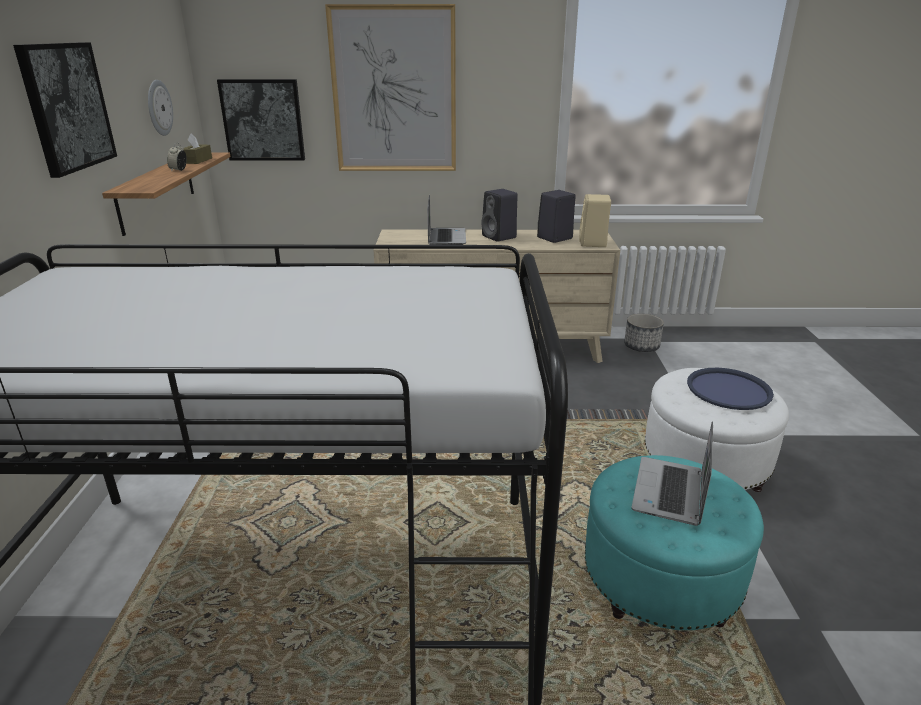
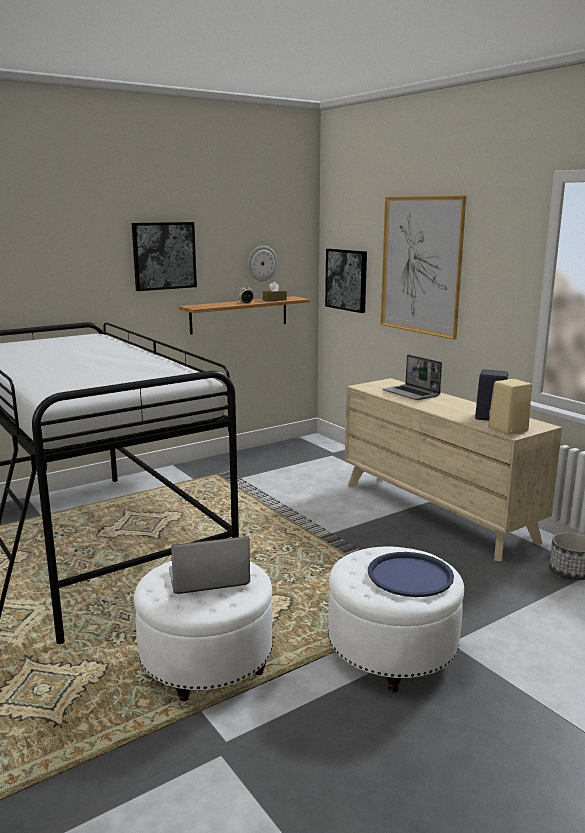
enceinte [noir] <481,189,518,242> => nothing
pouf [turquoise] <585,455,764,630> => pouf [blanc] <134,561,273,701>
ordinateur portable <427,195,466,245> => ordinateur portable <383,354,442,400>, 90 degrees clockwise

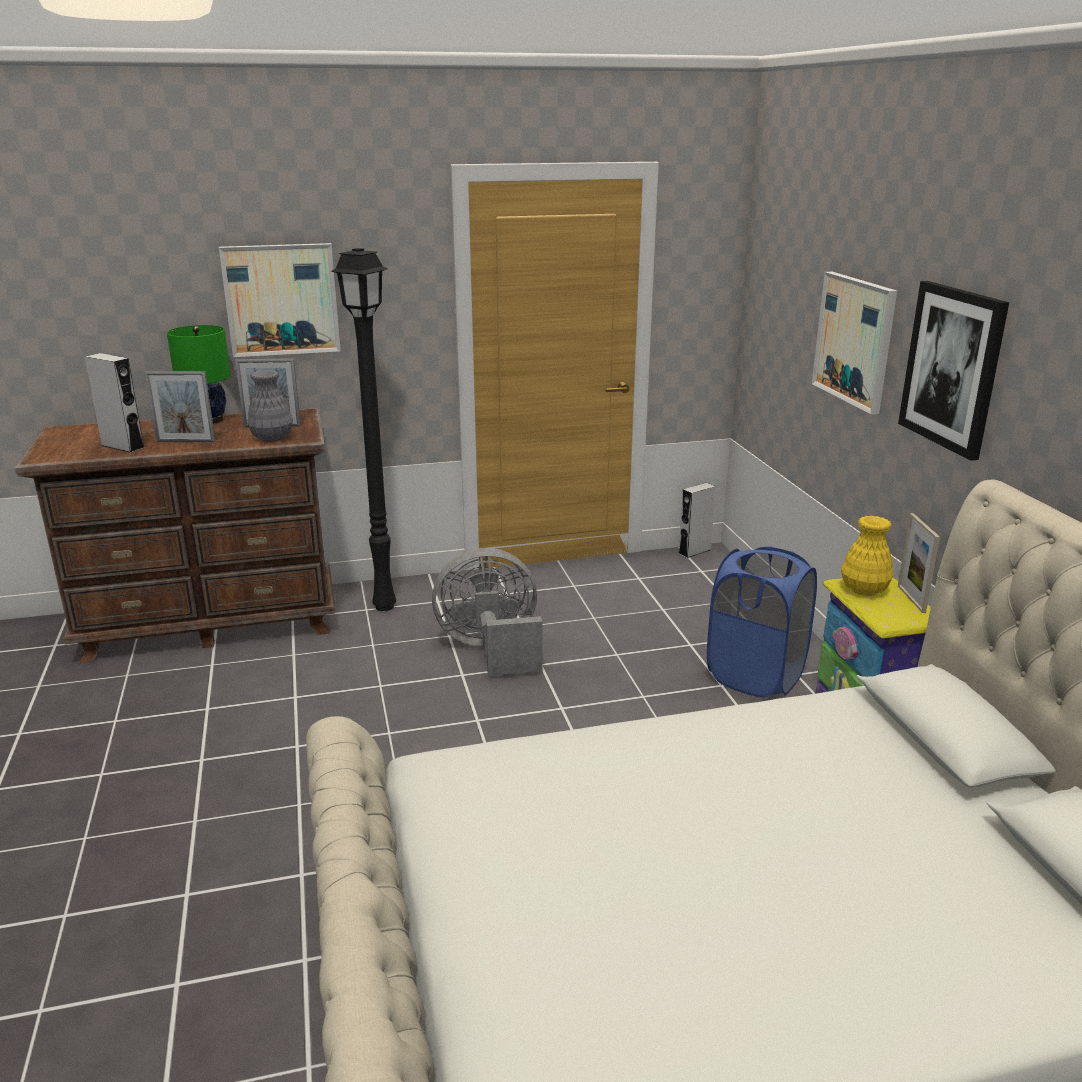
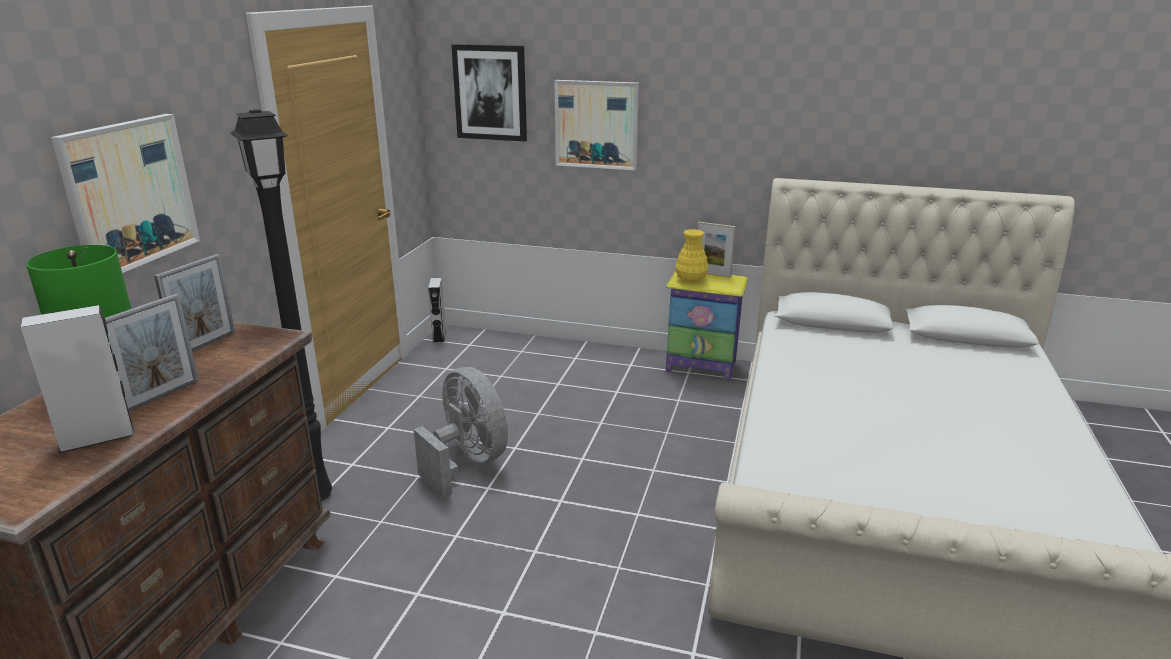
vase [gris] <247,370,293,442> => nothing
panier à linge [bleu] <707,546,817,698> => nothing
tableau <898,281,1009,461> => tableau <451,44,527,141>, shifted
ventilateur [gris] <432,548,542,676> => ventilateur [gris] <413,367,508,498>, 120 degrees clockwise

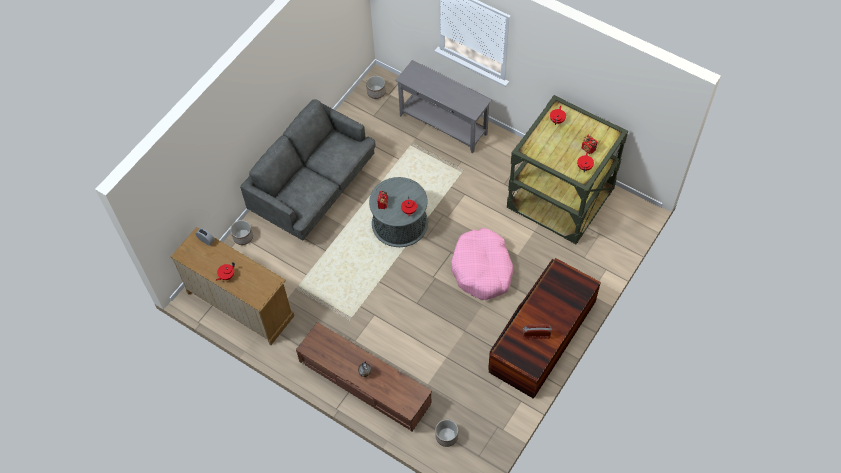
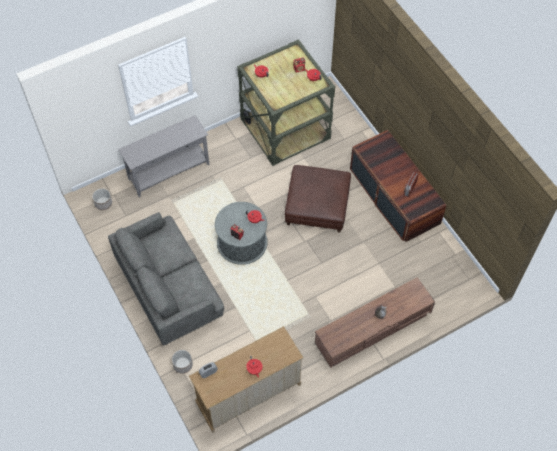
cache-pot <435,419,458,447> => nothing
panier pour chien [rose] <451,228,514,300> => pouf [marron] <285,165,351,232>

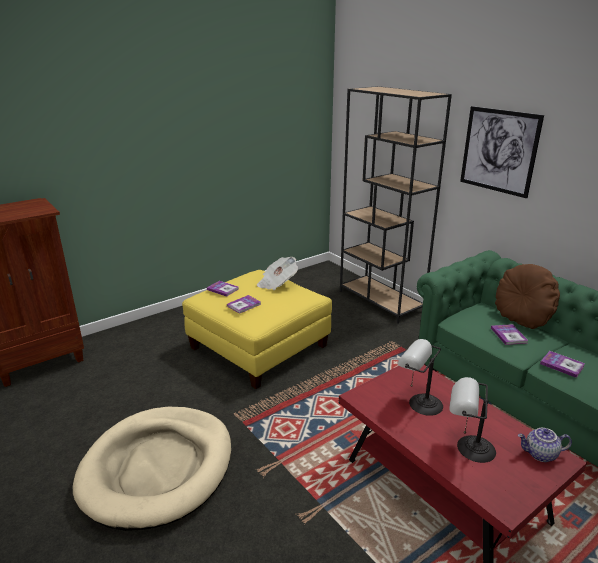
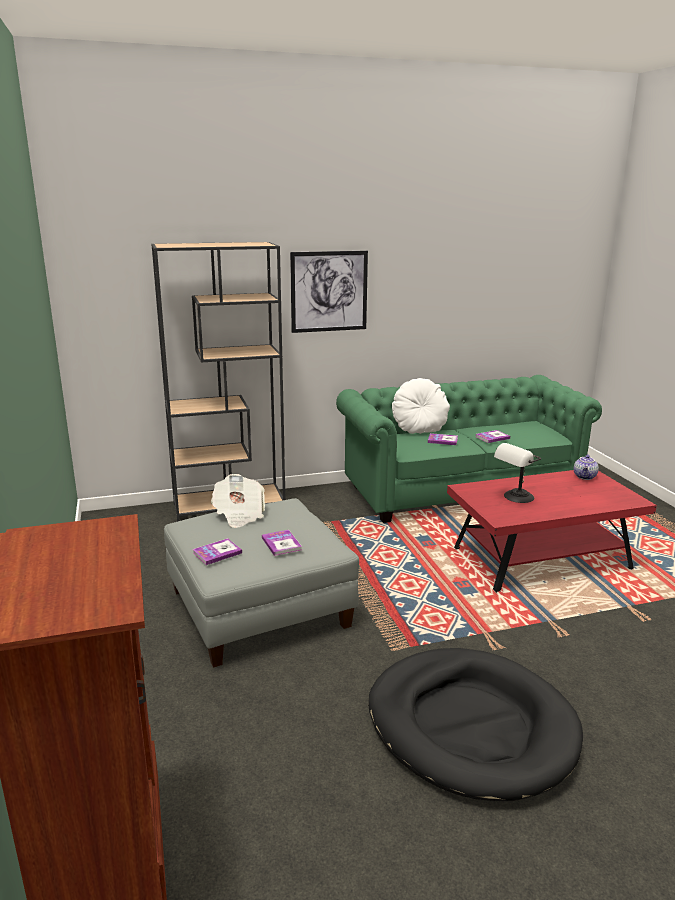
lampe de table <449,377,496,463> => nothing
panier pour chien [beige] <73,407,231,531> => panier pour chien [noir] <368,648,583,801>
pouf [jaune] <182,270,332,389> => pouf [gris] <164,498,359,668>
coussin [marron] <495,264,560,329> => coussin [blanc] <392,378,450,434>

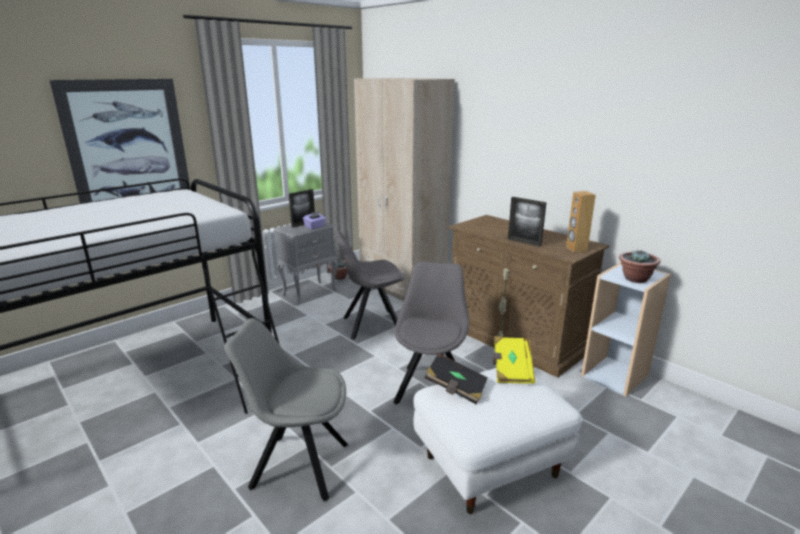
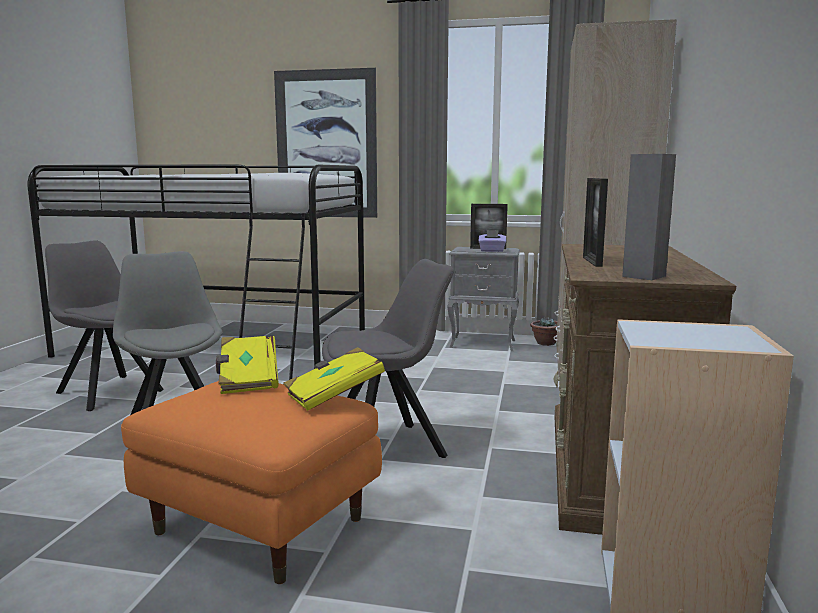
plante en pot <619,250,661,283> => nothing
chaise [gris] <334,230,404,340> => chaise [gris] <45,240,163,411>, shifted
pouf [blanc] <413,368,582,514> => pouf [orange] <121,381,382,584>
livre [noir] <425,353,488,405> => livre [jaune] <216,336,279,394>
enceinte [marron] <566,191,596,252> => enceinte [gris] <622,154,676,280>

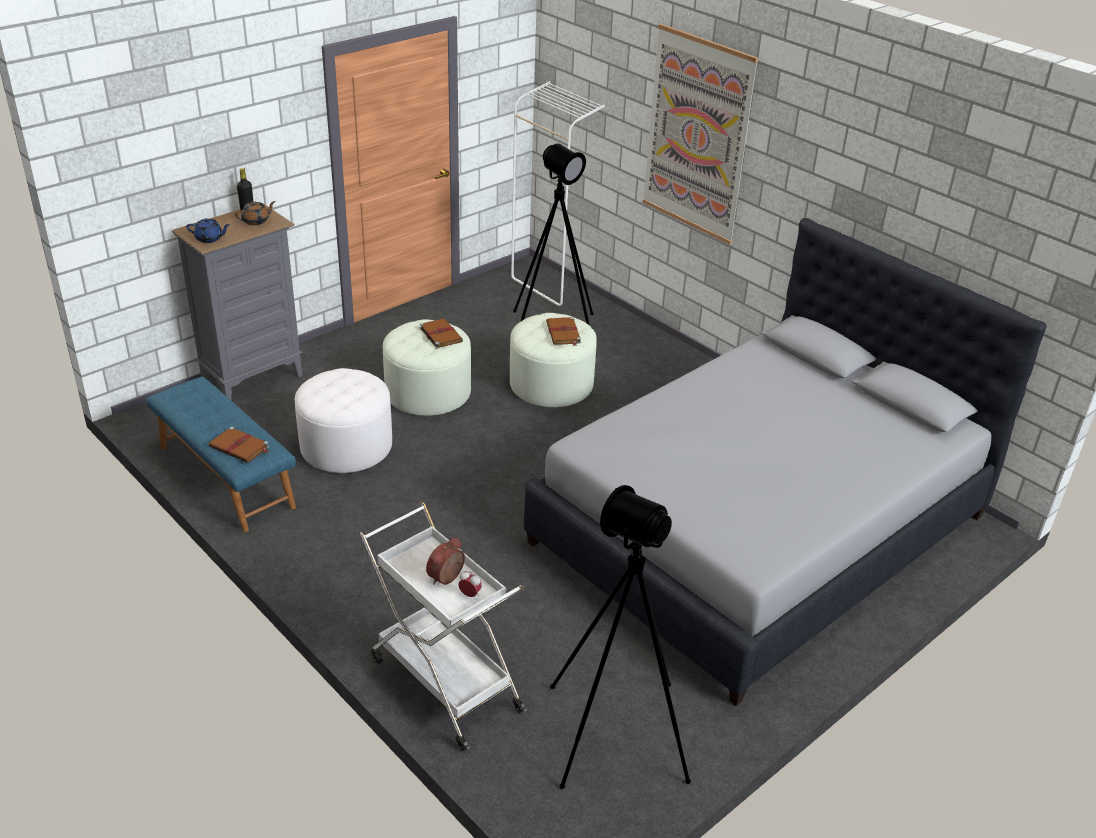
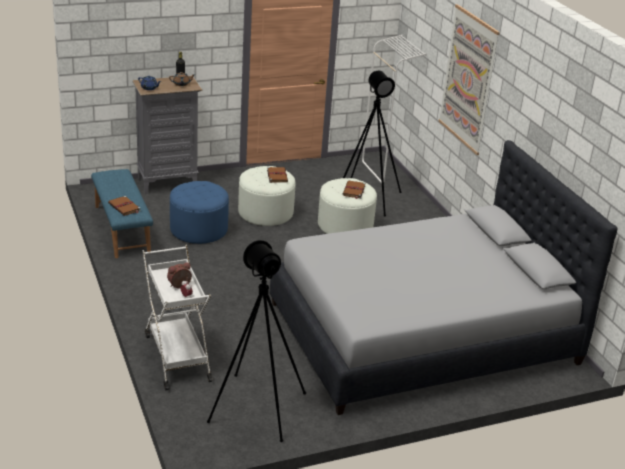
pouf [blanc] <295,368,392,473> => pouf [bleu] <170,181,229,244>

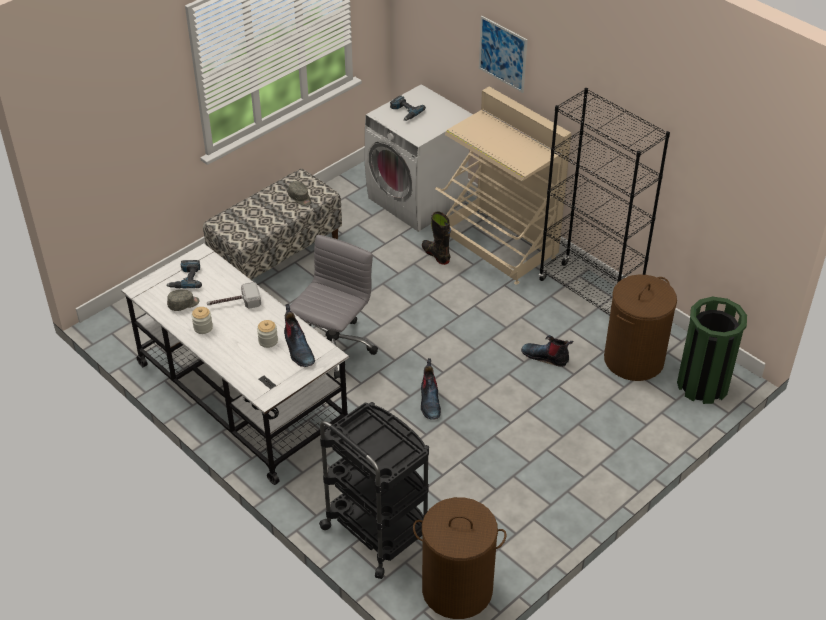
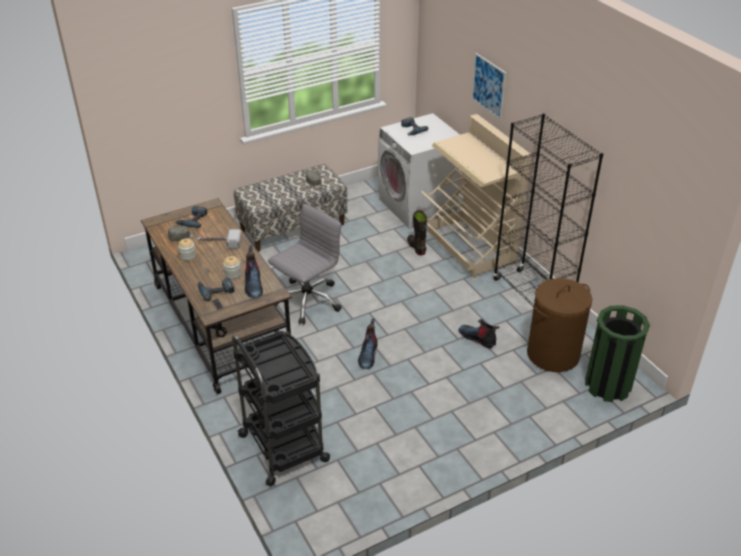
panier à linge [marron] <413,497,506,619> => nothing
nothing => perceuse <198,278,235,301>
bureau [blanc] <121,243,349,485> => bureau [marron] <141,198,292,394>

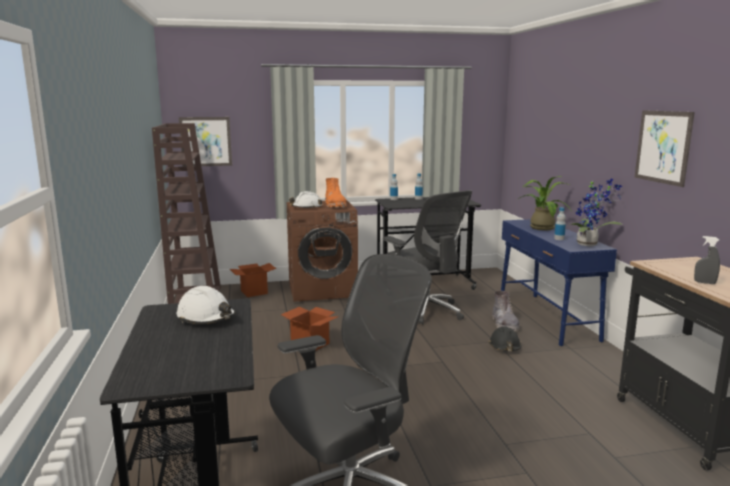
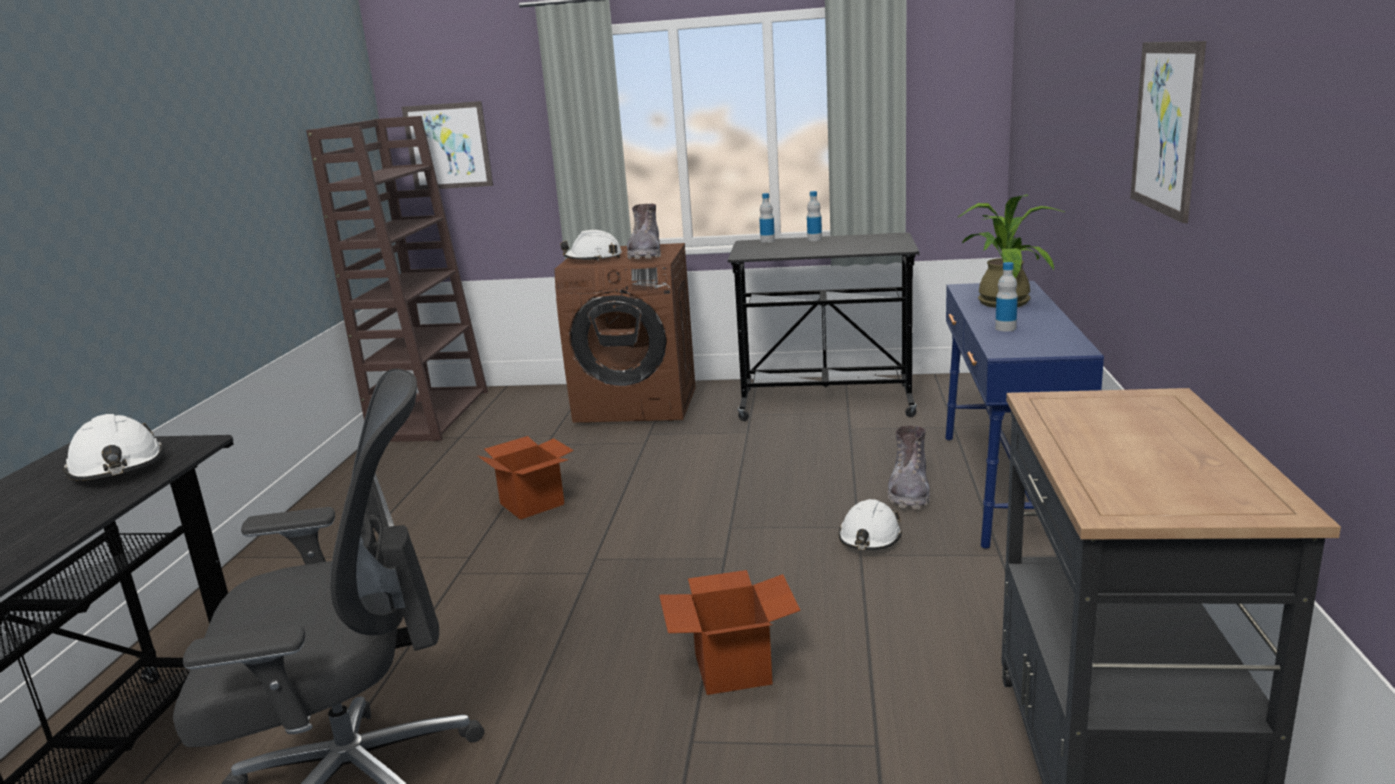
chaise de bureau <383,190,472,324> => nothing
plante en pot <569,179,622,246> => nothing
vaporisateur [gris] <694,236,720,284> => nothing
carton <230,263,276,297> => carton <659,570,801,695>, shifted
botte [orange] <325,178,346,208> => botte [gris] <627,204,661,259>
casque de chantier [noir] <489,326,521,351> => casque de chantier [blanc] <838,499,902,550>

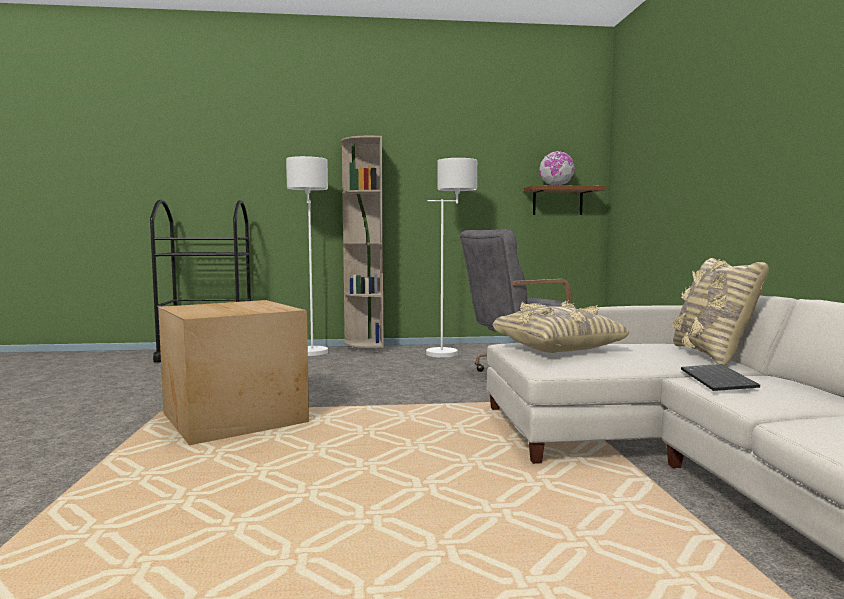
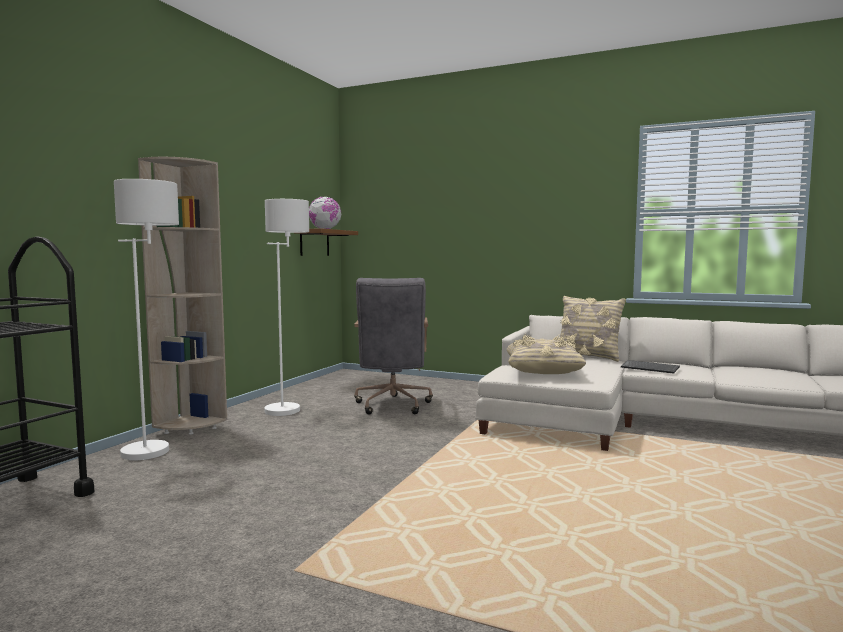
carton <158,300,309,445> => nothing

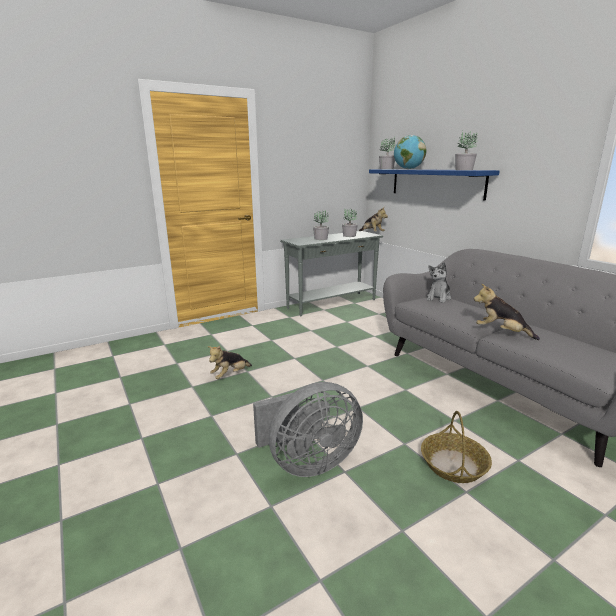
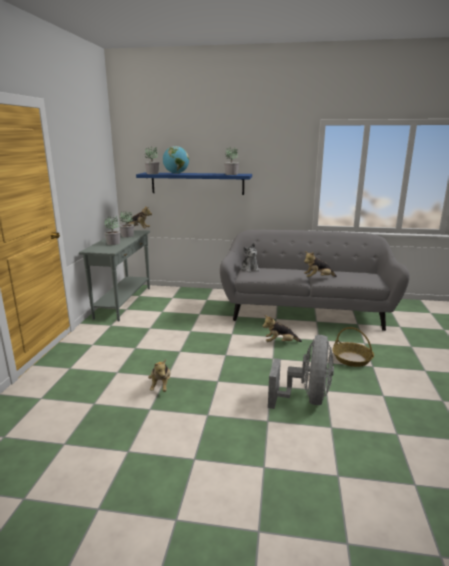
nothing => peluche <263,315,302,342>

